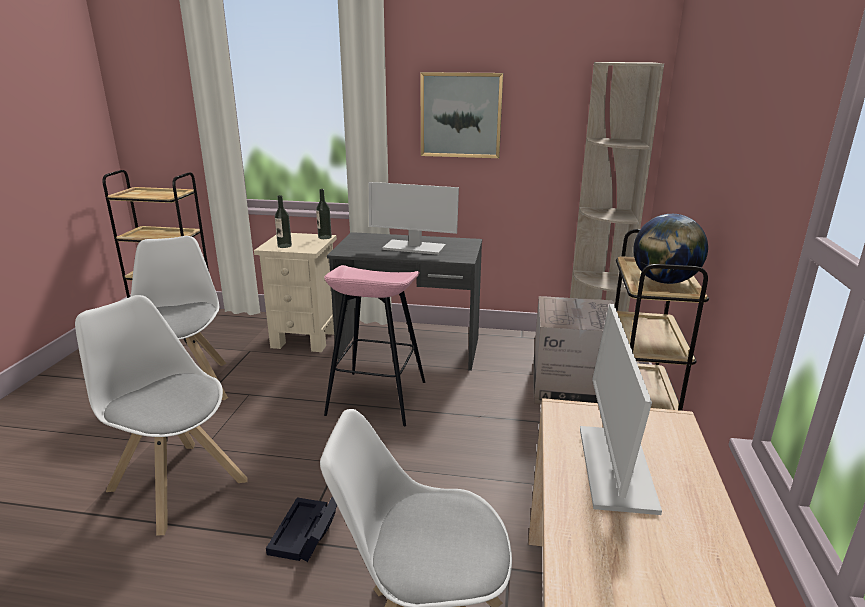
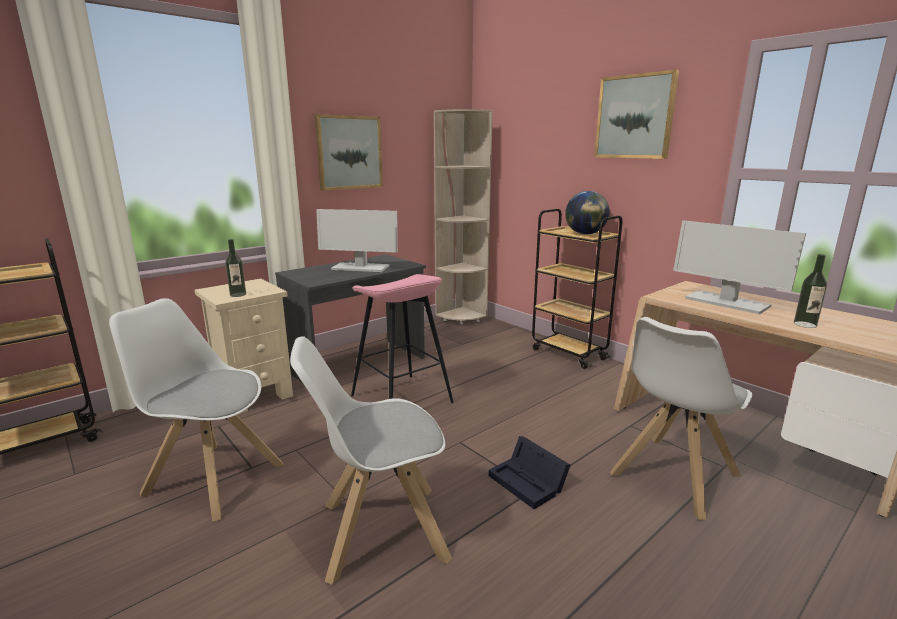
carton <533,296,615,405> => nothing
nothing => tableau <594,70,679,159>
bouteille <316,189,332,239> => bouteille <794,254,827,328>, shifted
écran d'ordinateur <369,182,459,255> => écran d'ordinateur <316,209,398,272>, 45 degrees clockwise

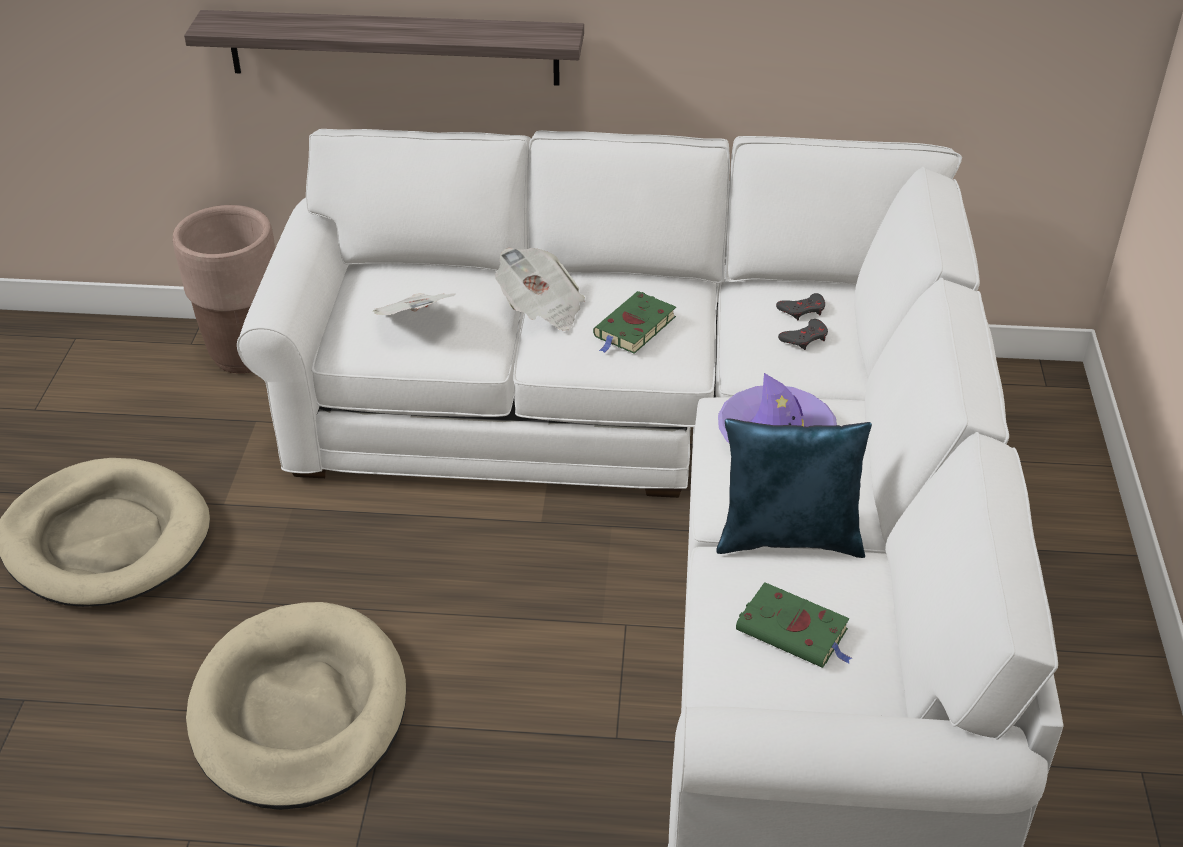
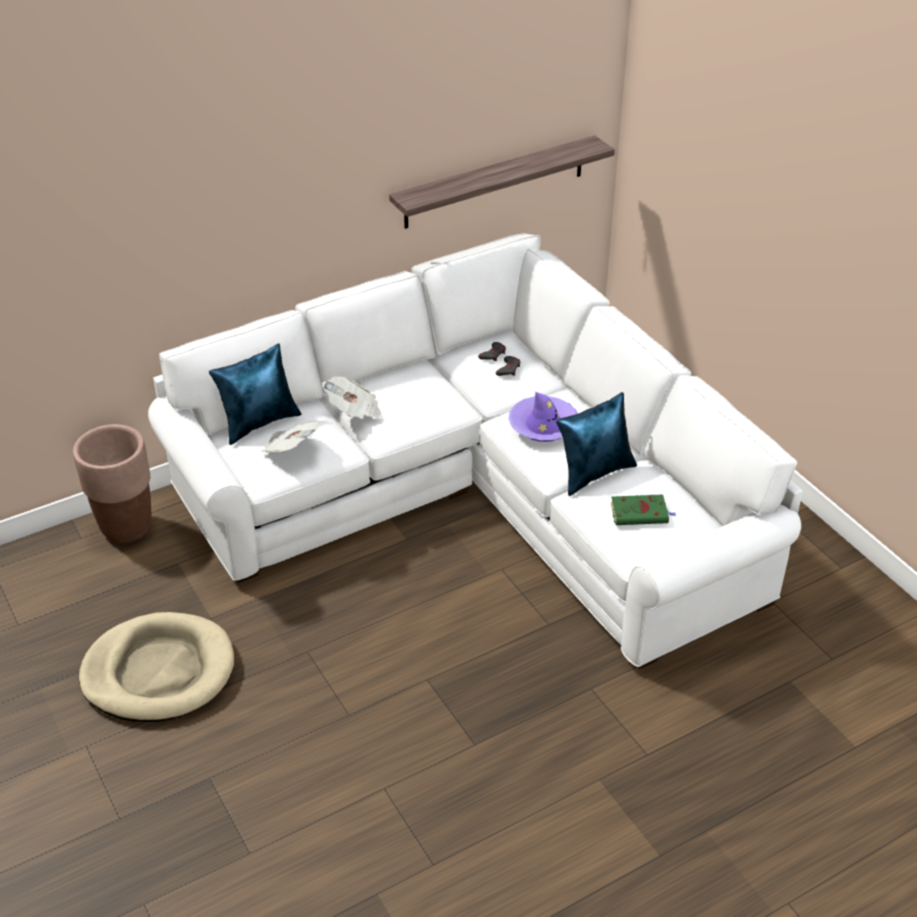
panier pour chien [beige] <186,602,406,810> => nothing
livre [vert] <593,291,676,354> => nothing
nothing => coussin [bleu] <209,343,302,445>
étagère <184,10,584,86> => étagère <389,135,615,229>, shifted

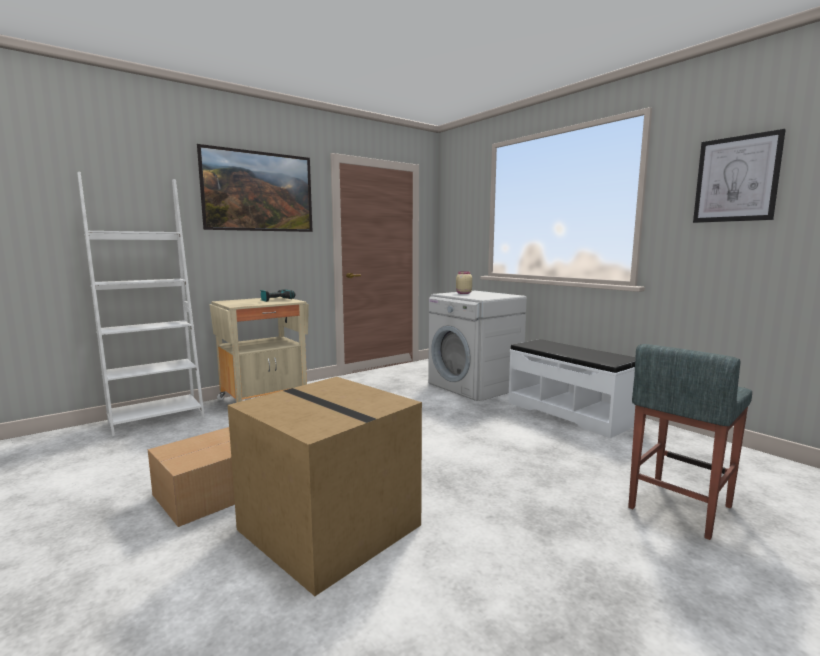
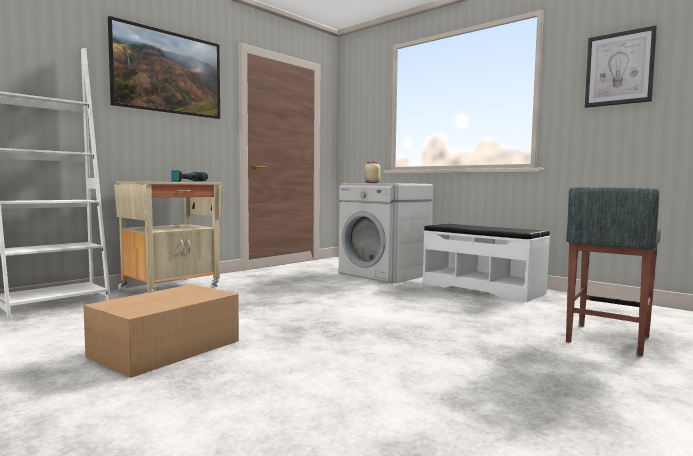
carton <228,377,422,596> => nothing

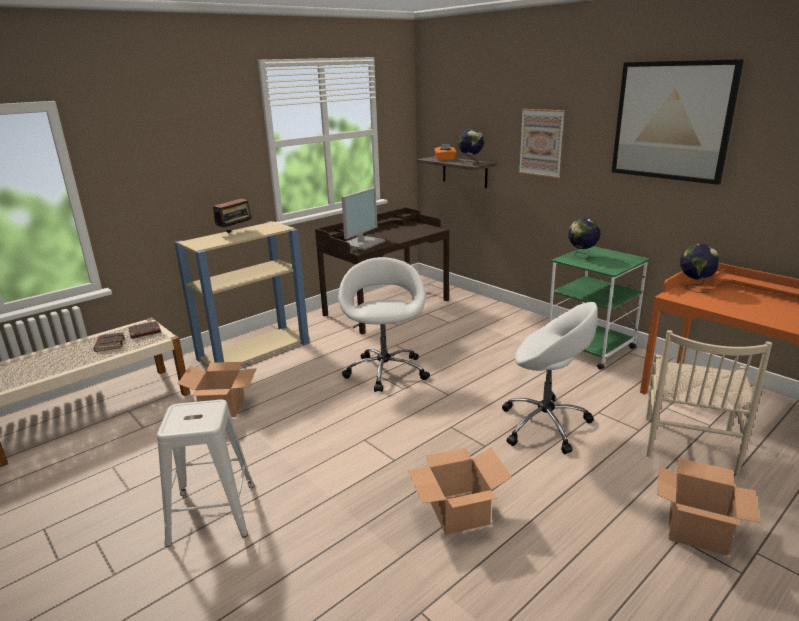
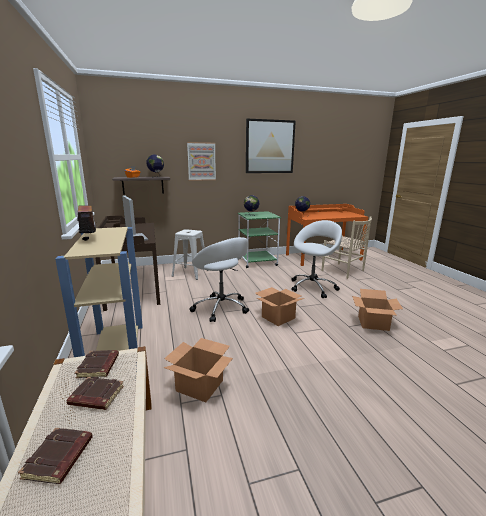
nothing => livre [marron] <18,428,92,484>
tabouret [blanc] <157,400,255,547> => tabouret [blanc] <172,229,209,280>, shifted
carton <657,458,760,556> => carton <255,287,304,326>, shifted
chaise de bureau [blanc] <338,257,430,392> => chaise de bureau [blanc] <189,237,249,322>, 150 degrees counterclockwise

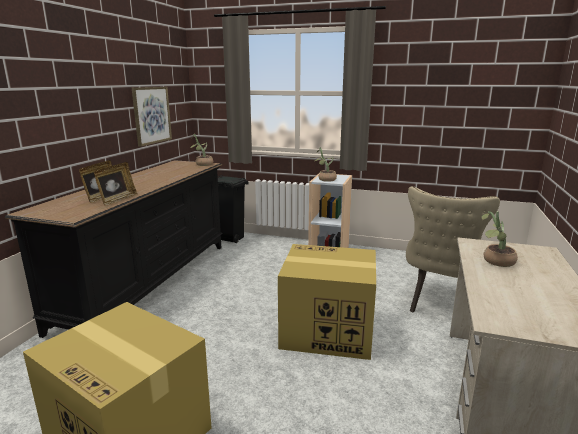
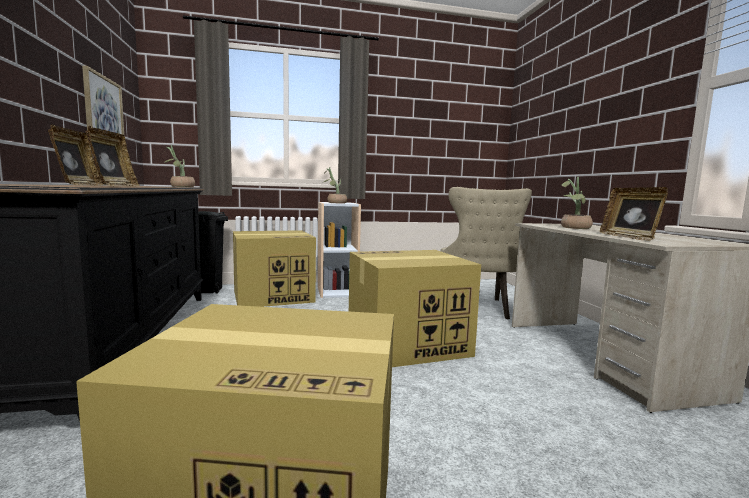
nothing => carton <233,230,316,307>
nothing => cadre photo <600,187,668,241>

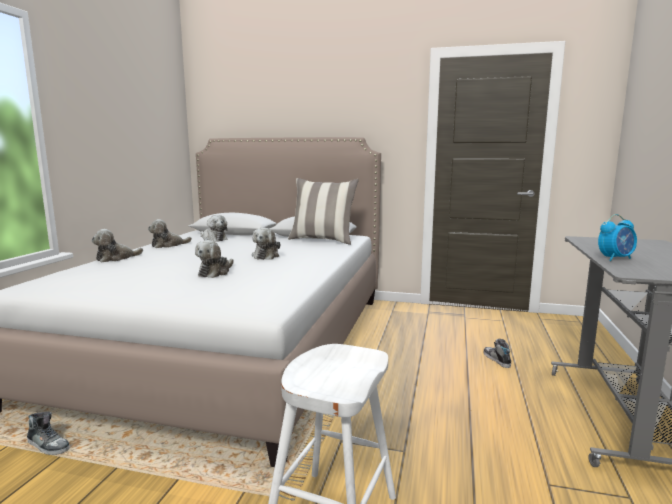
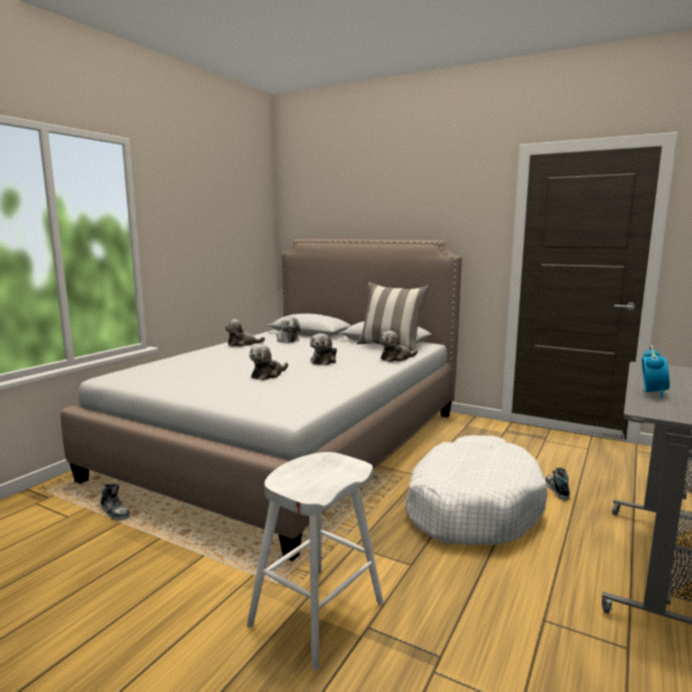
nothing => panier pour chien [blanc] <406,435,547,545>
peluche <92,229,143,262> => peluche <380,331,418,362>, shifted
réveil <598,214,637,261> => réveil <642,345,670,398>, 60 degrees counterclockwise

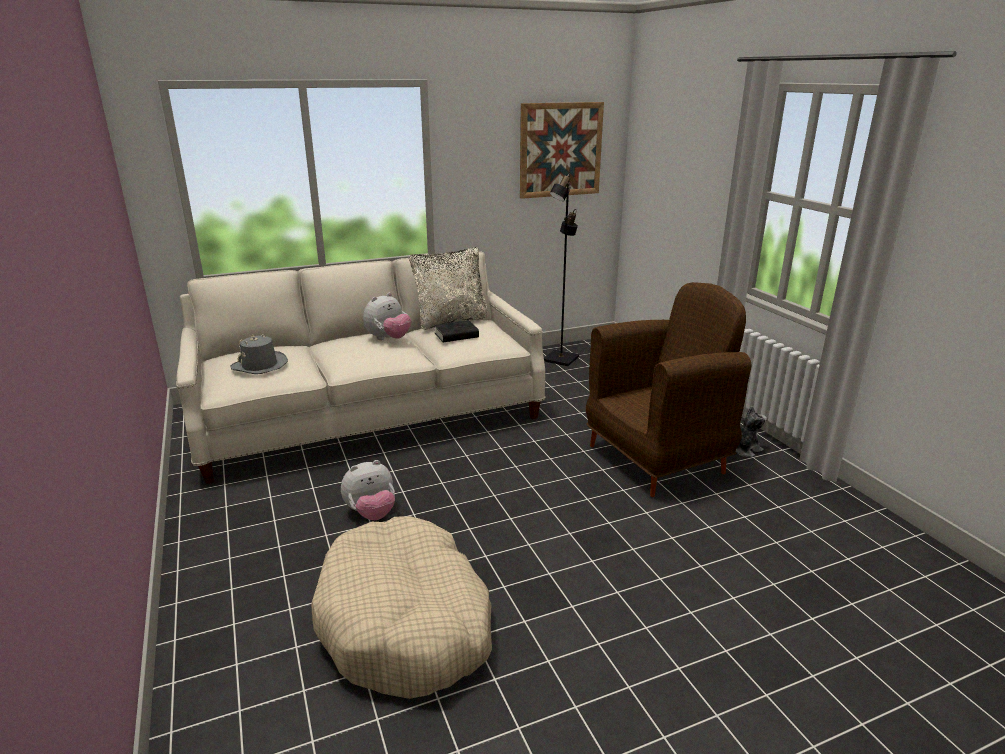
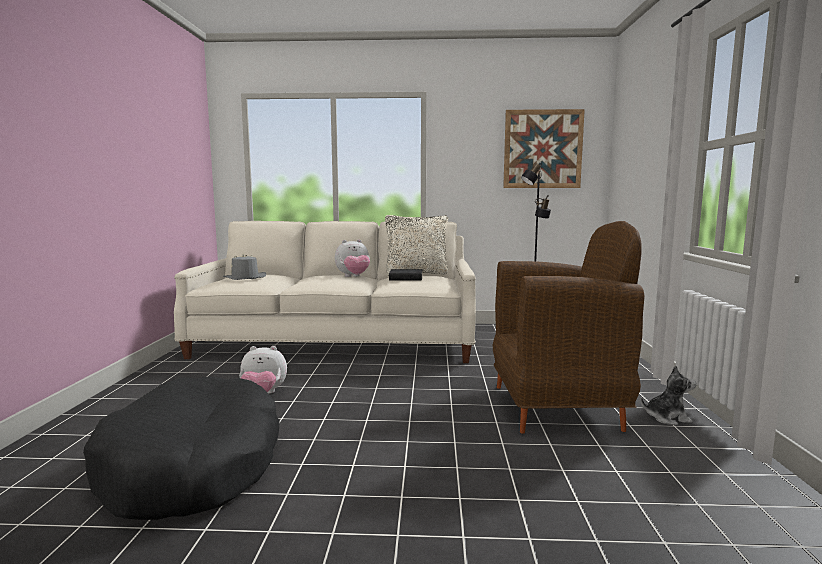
panier pour chien [beige] <311,516,492,699> => panier pour chien [noir] <83,376,280,520>

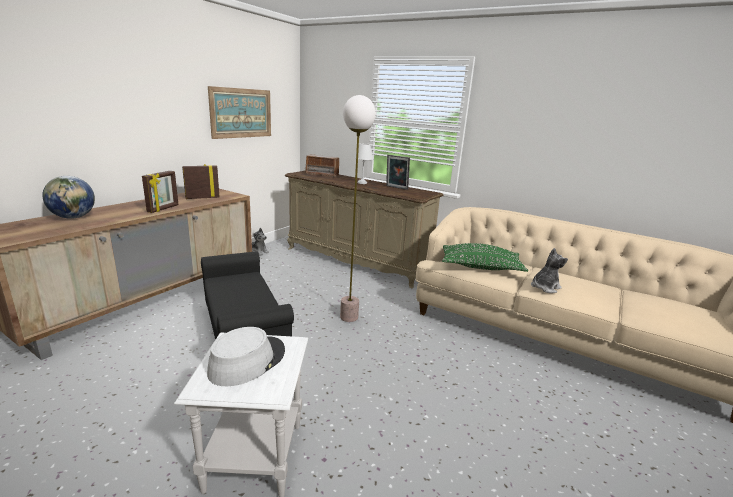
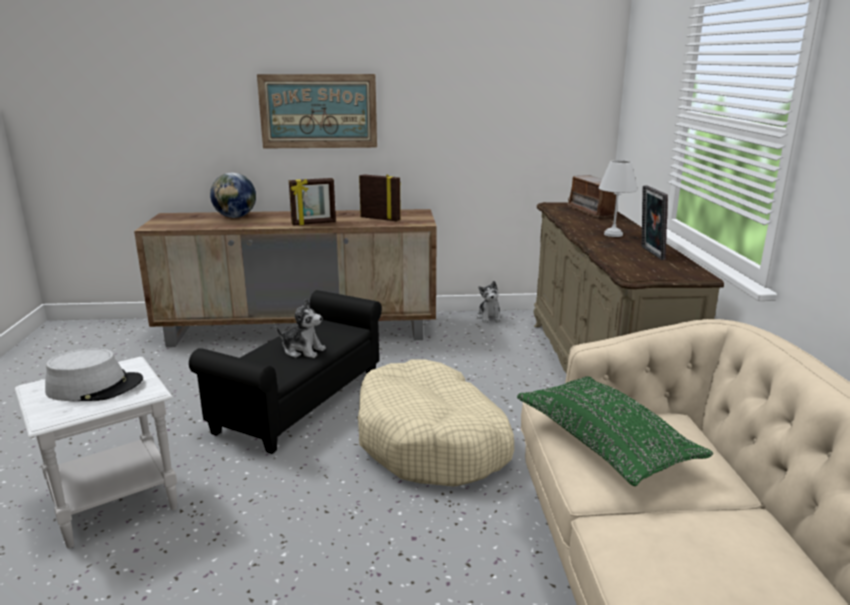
tableau <208,86,271,139> => tableau <257,74,377,148>, shifted
peluche <531,248,568,293> => peluche <277,299,326,358>, shifted
lampadaire <340,95,376,322> => panier pour chien [beige] <358,359,514,487>

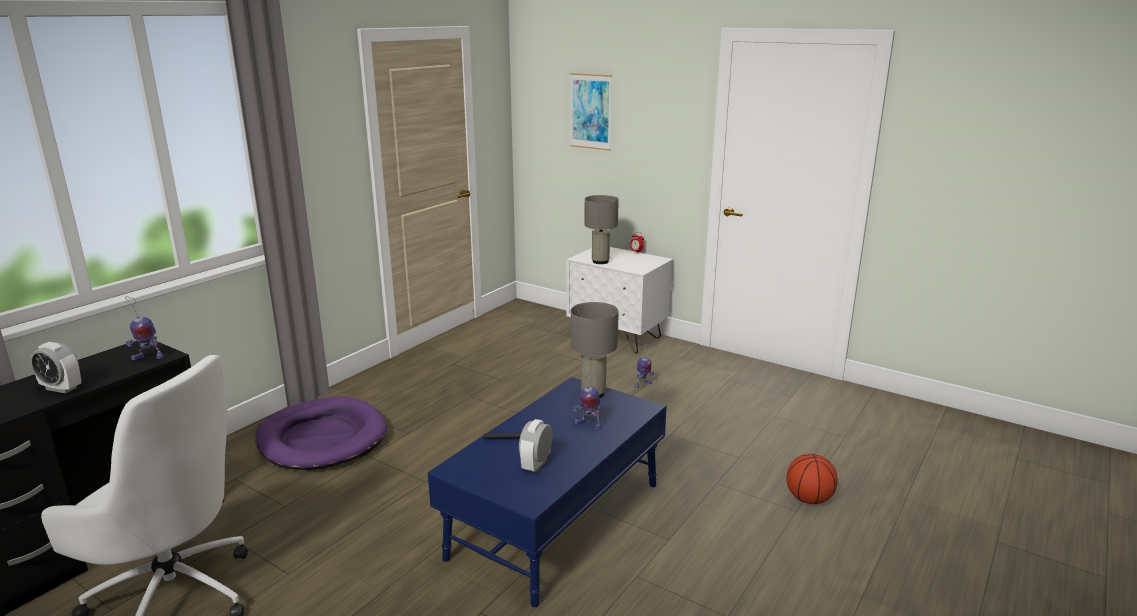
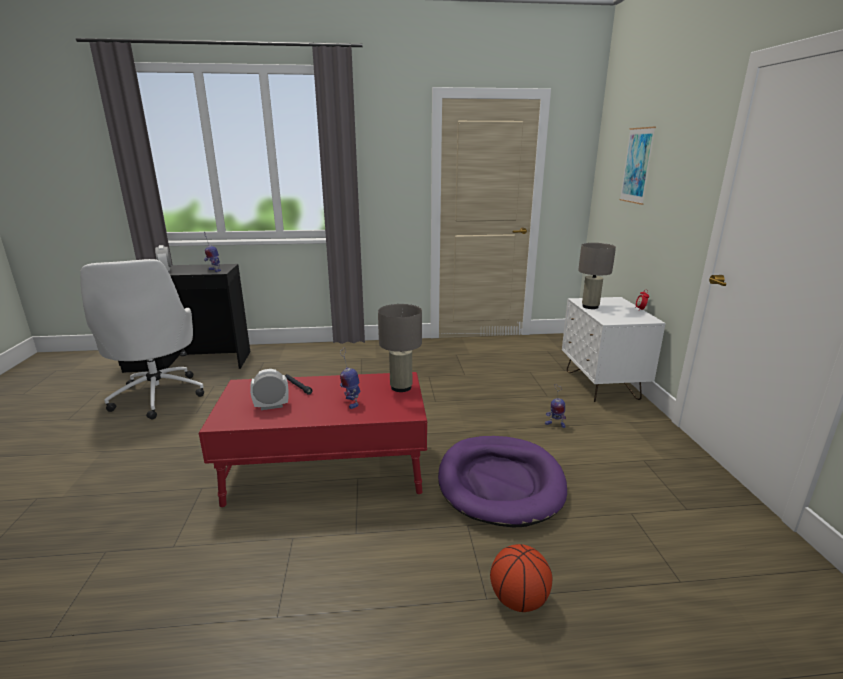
panier pour chien [violet] <256,396,387,470> => panier pour chien [violet] <438,436,567,527>, shifted
table basse [bleu] <428,377,667,607> => table basse [rouge] <198,372,427,507>

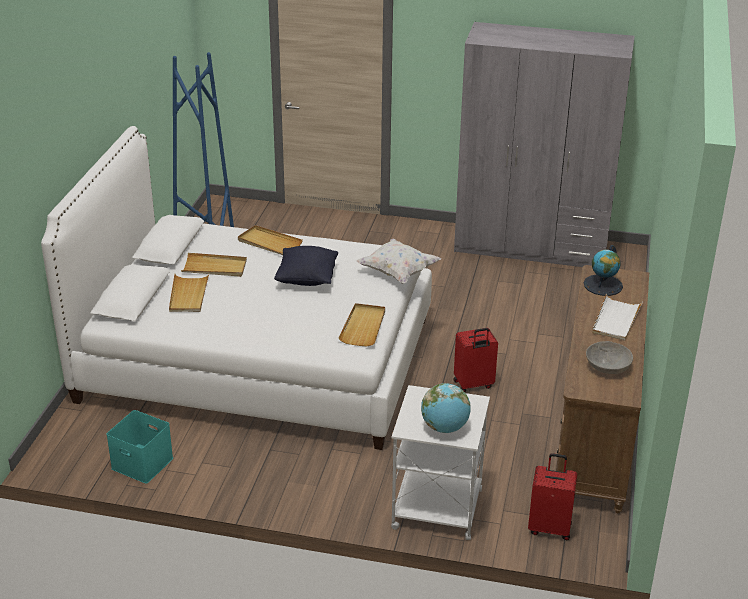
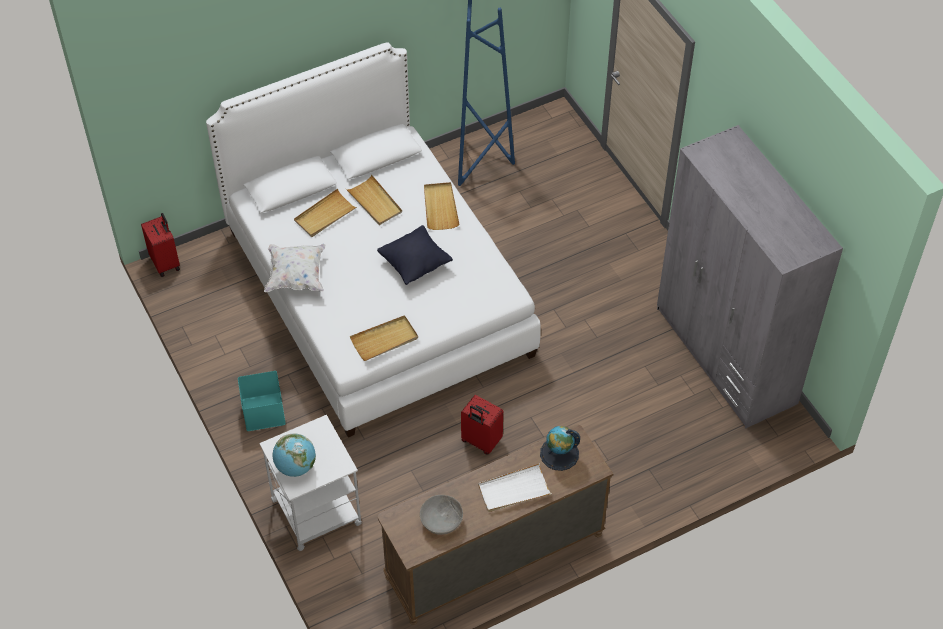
boîte de rangement [turquoise] <106,410,173,484> => boîte de rangement [turquoise] <238,371,286,431>, shifted
coussin [blanc] <356,239,441,284> => coussin [blanc] <264,244,326,292>, shifted
valise [rouge] <528,453,577,540> => valise [rouge] <141,213,180,277>, shifted

